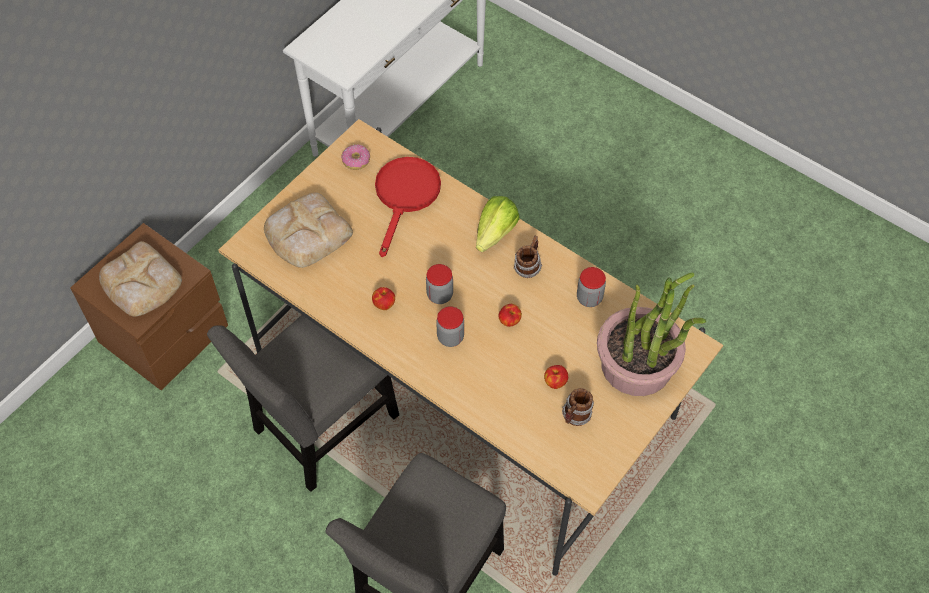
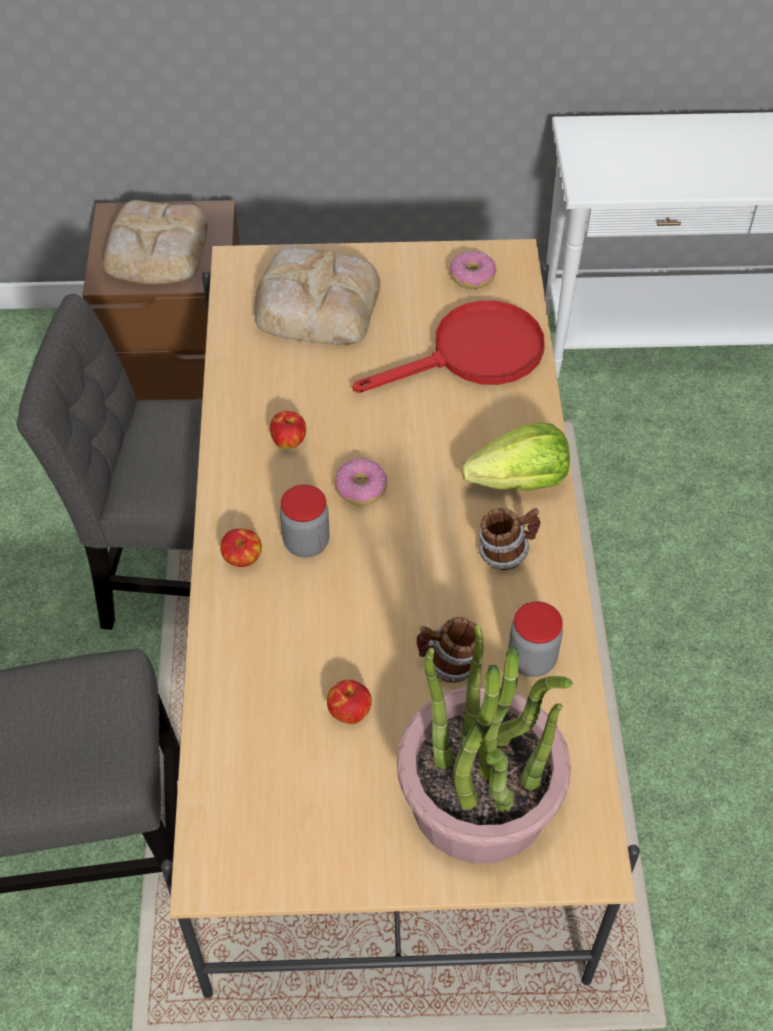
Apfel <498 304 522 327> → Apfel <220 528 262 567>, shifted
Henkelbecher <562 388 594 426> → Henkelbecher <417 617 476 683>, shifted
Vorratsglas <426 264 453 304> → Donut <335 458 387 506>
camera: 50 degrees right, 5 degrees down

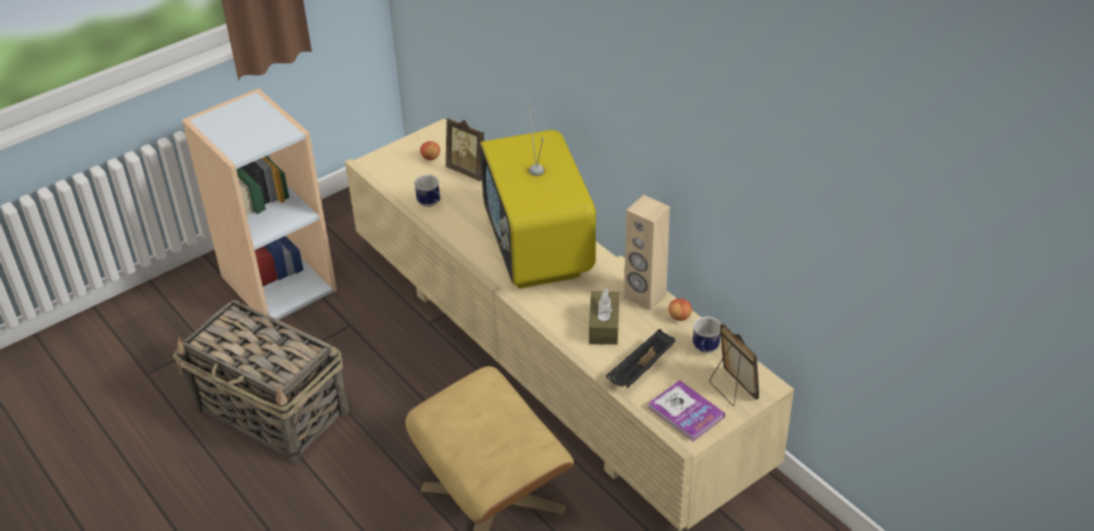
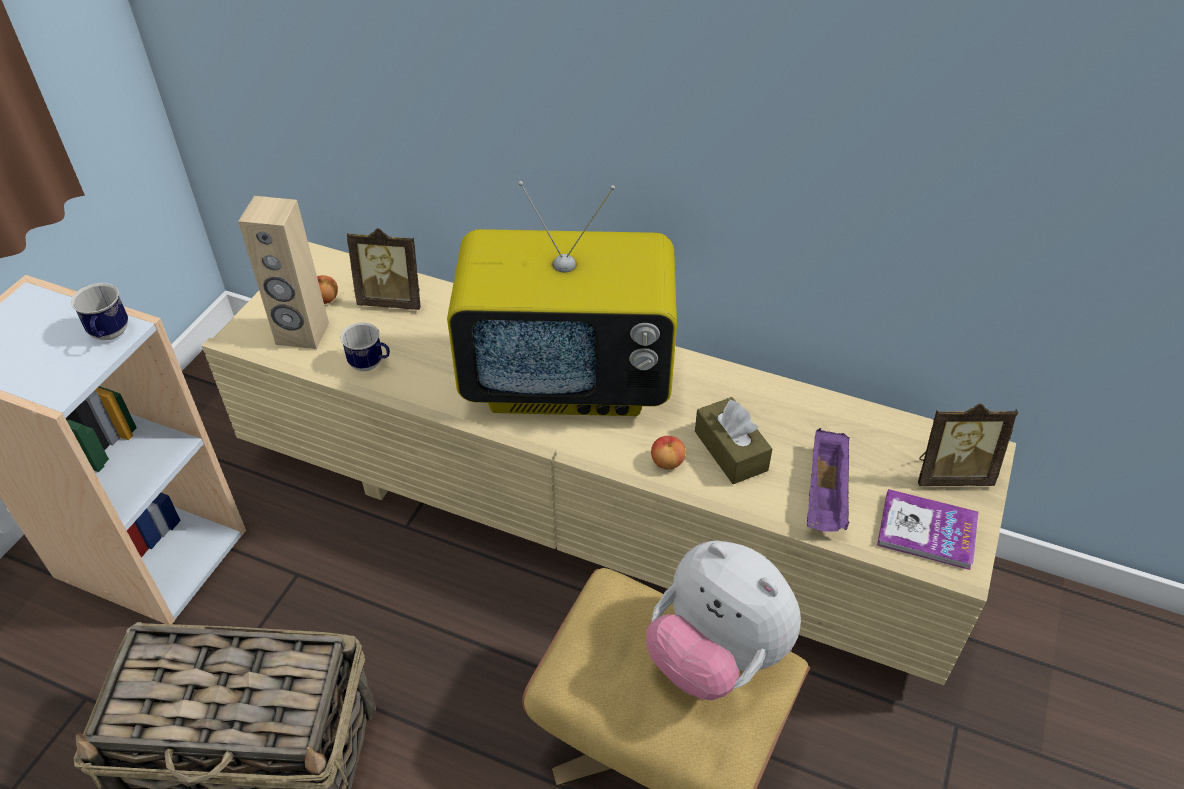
- → Plüschtier <646 541 801 700>
Lautsprecher [beige] <624 195 670 310> → Lautsprecher [beige] <238 196 329 349>, shifted
Apfel <668 298 692 321> → Apfel <651 436 686 469>, shifted
Henkelbecher <693 316 721 353> → Henkelbecher <71 283 128 340>, shifted
Tablett [schwarz] <605 329 675 388> → Tablett [lila] <807 428 850 532>
Fernseher <480 103 596 288> → Fernseher <447 181 677 416>, 45 degrees counterclockwise
Bilderrahmen <709 323 759 406> → Bilderrahmen <918 403 1018 486>, 150 degrees clockwise
camera: 30 degrees left, 5 degrees up

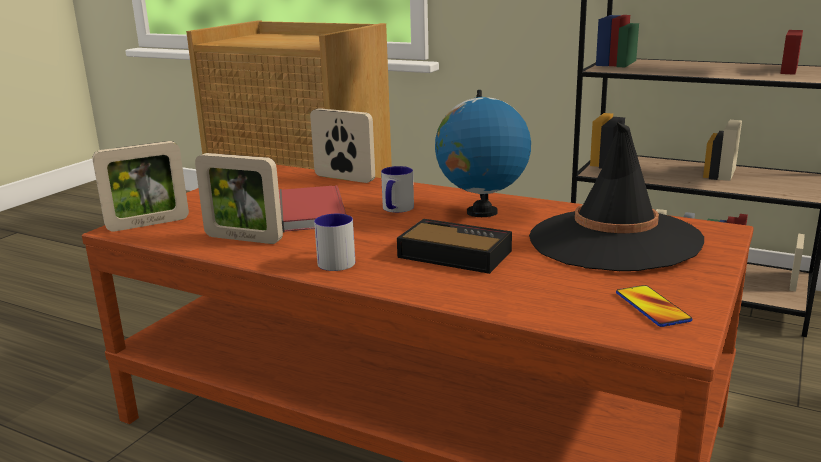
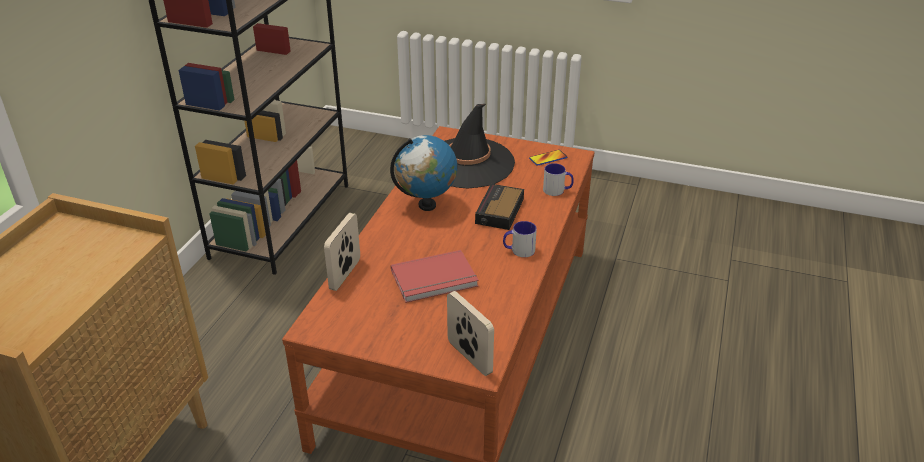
Bilderrahmen <195 153 283 244> → -
Henkelbecher <381 166 414 213> → Henkelbecher <543 163 574 196>, shifted
camera: 100 degrees left, 15 degrees up

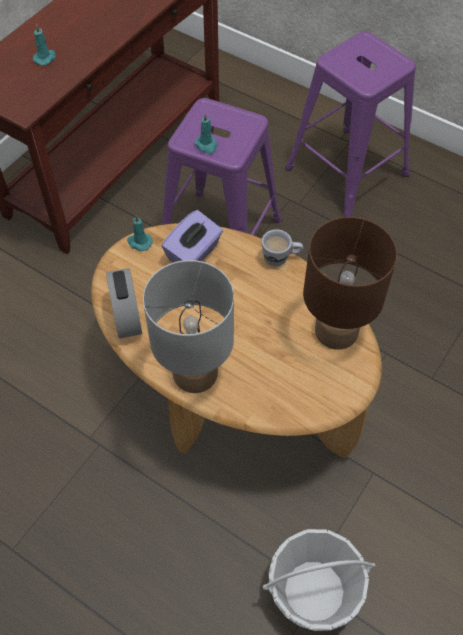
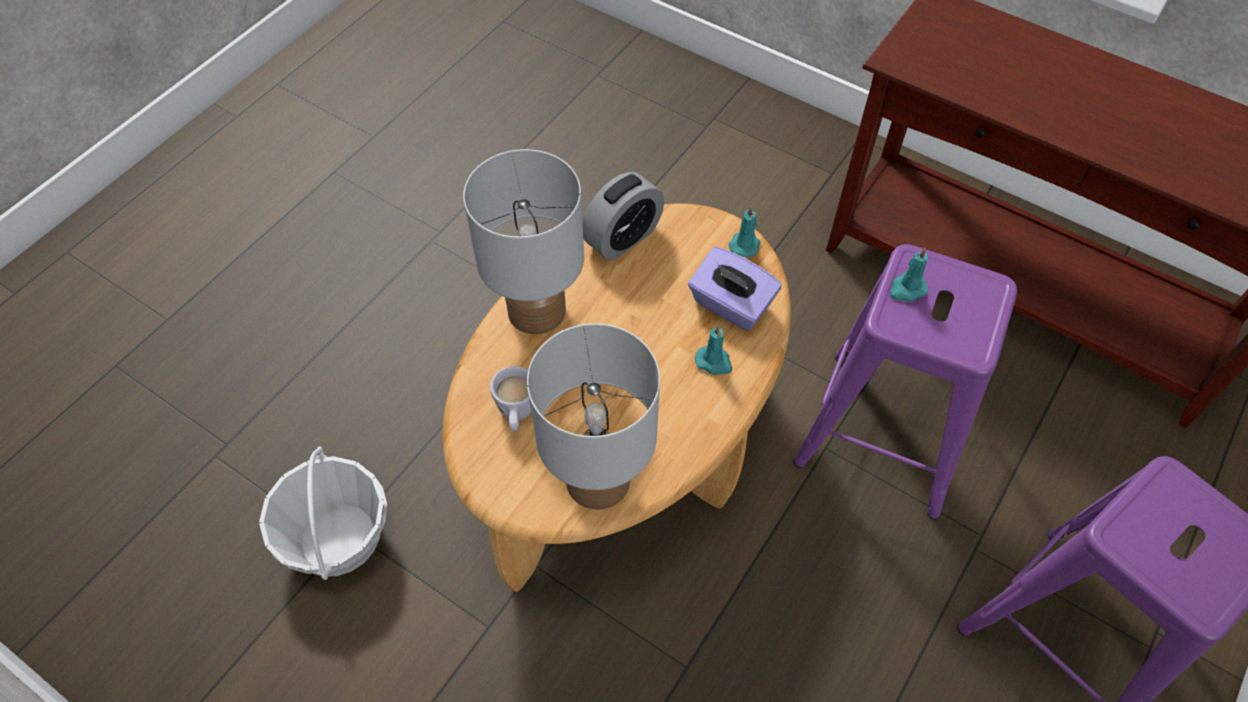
Kerze [türkis] <33 24 56 66> → Kerze [türkis] <695 325 732 375>, shifted
Henkelbecher [weiß] <262 229 303 267> → Henkelbecher [weiß] <490 366 531 431>, shifted
Tischlampe [braun] <303 217 397 350> → Tischlampe [grau] <527 323 660 509>
Wecker <106 268 142 339> → Wecker <582 172 664 261>, 150 degrees clockwise
camera: 90 degrees right, 0 degrees up

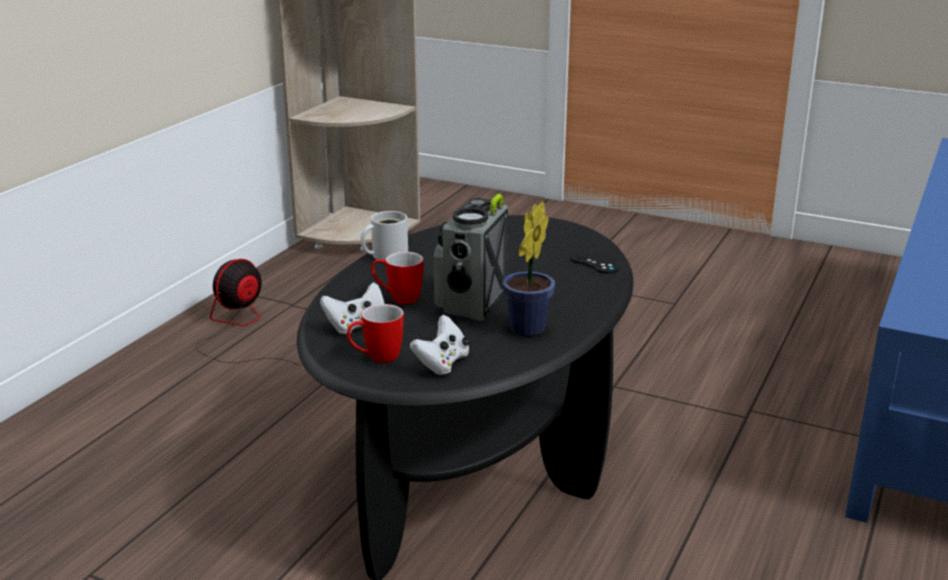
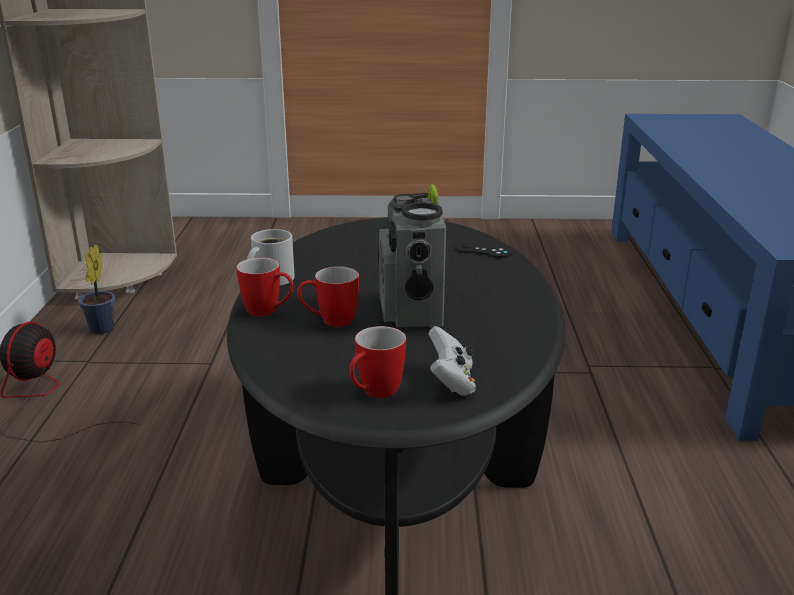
Gamepad [weiß] <320 282 385 334> → -
- → Henkelbecher <236 257 293 317>
Topfpflanze <503 202 555 336> → Topfpflanze <78 244 115 334>, shifted
camera: 25 degrees left, 0 degrees up

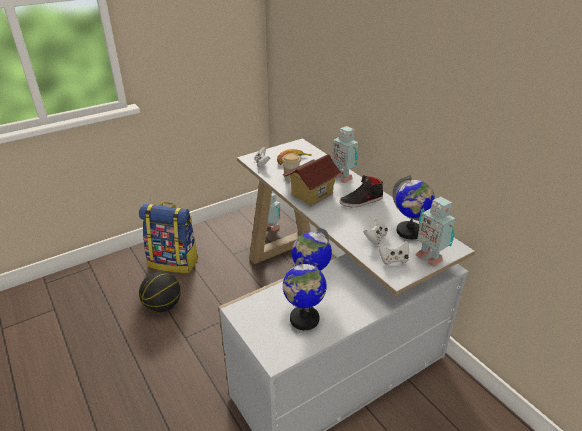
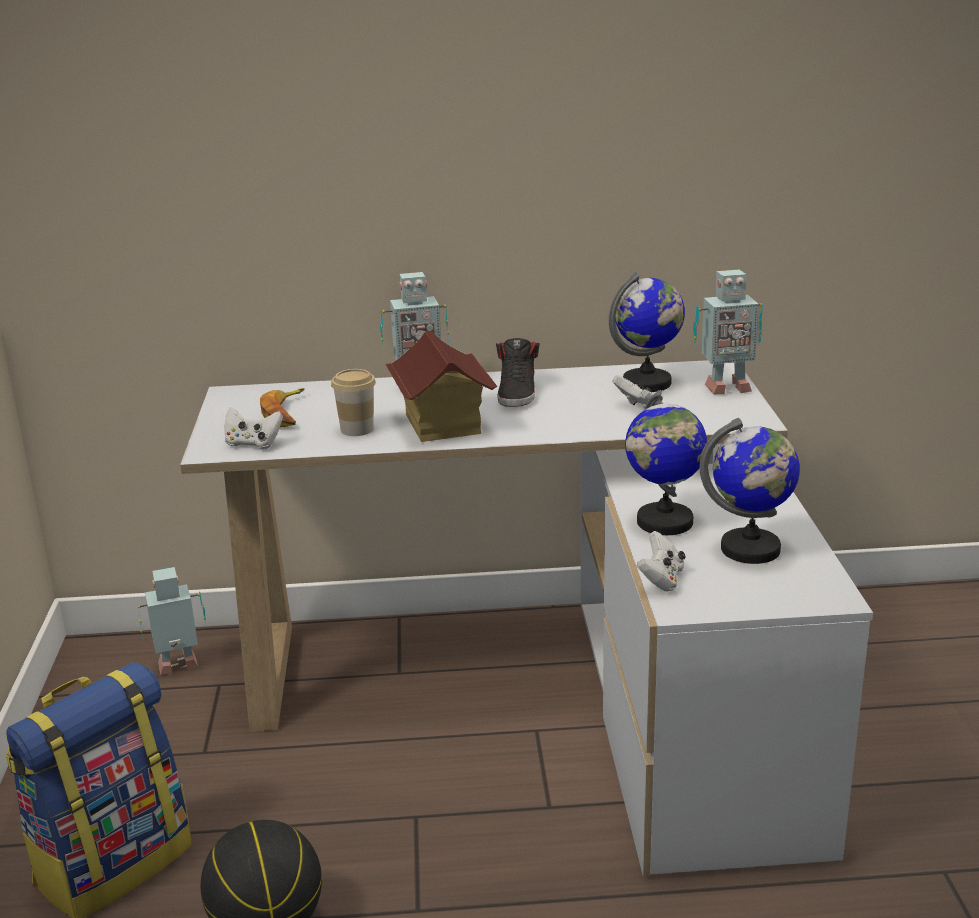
Gamepad [weiß] <378 241 409 265> → Gamepad [weiß] <637 531 686 592>, shifted
camera: 60 degrees left, 10 degrees down

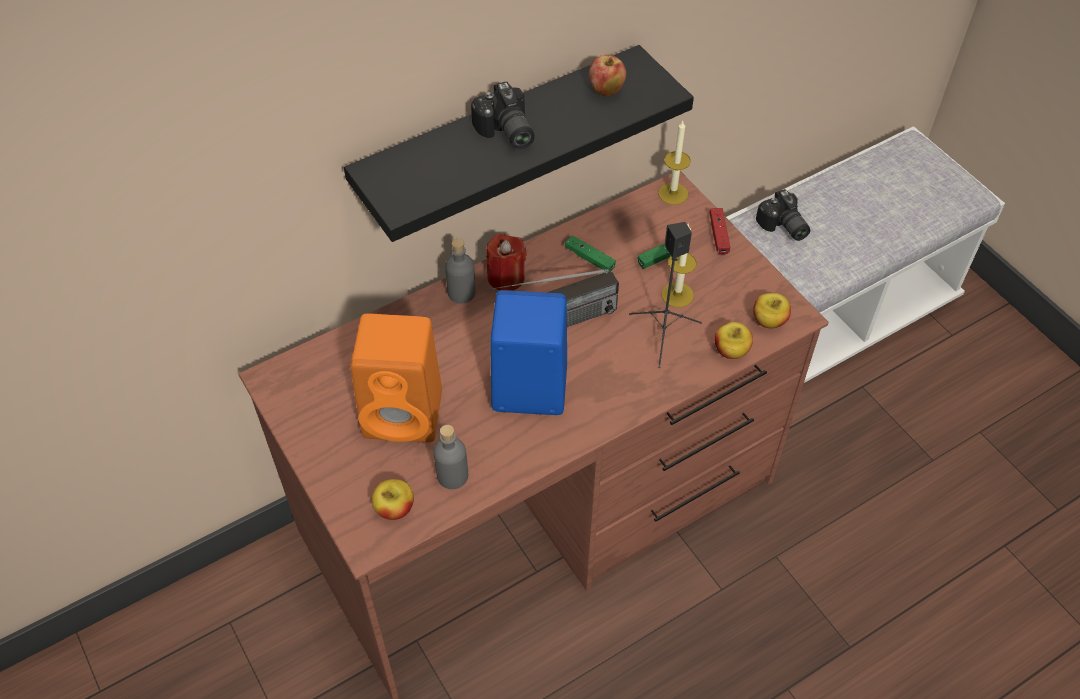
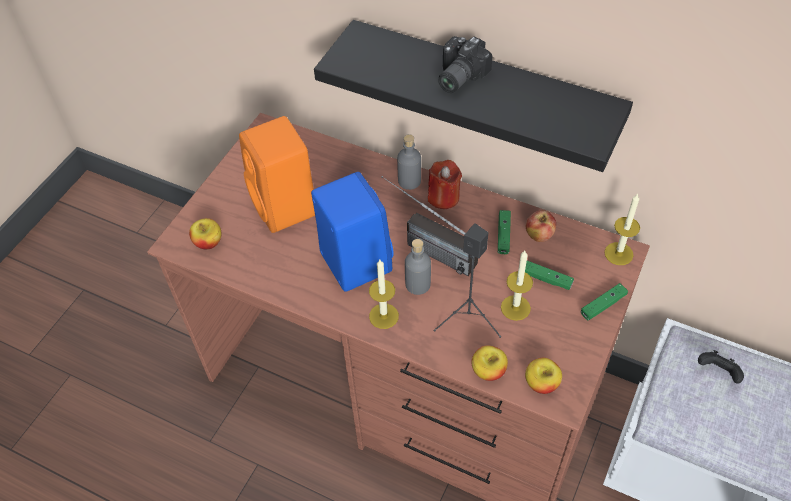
- → Kerze <369 260 399 329>
Flasche [grau] <433 425 468 489> → Flasche [grau] <405 239 431 295>, shifted
Apfel <589 55 626 96> → Apfel <526 210 556 242>, shifted
Kamera <756 189 810 241> → Gamepad [schwarz] <698 350 744 384>
Gamepad [rot] <709 208 730 255> → Gamepad [grün] <581 283 628 320>
camera: 60 degrees right, 0 degrees up

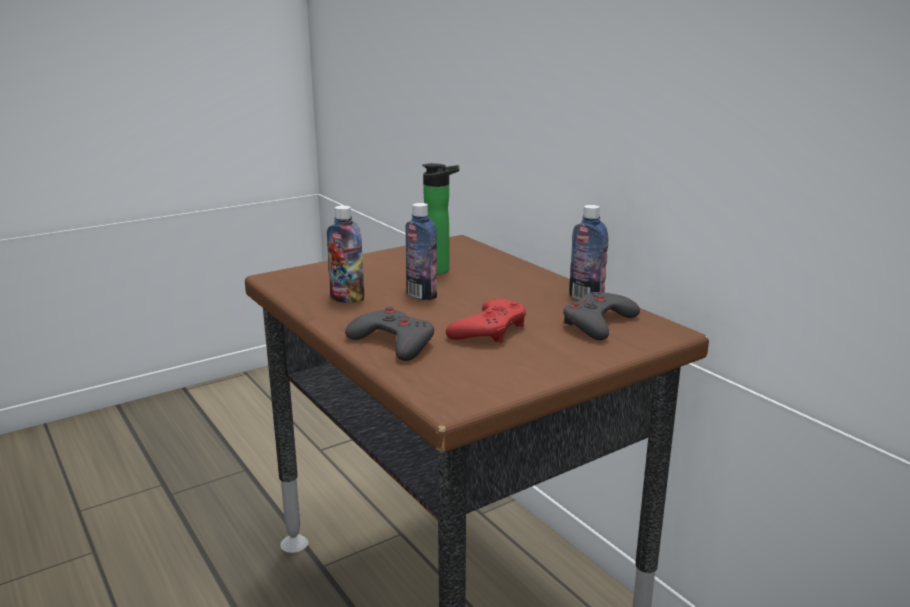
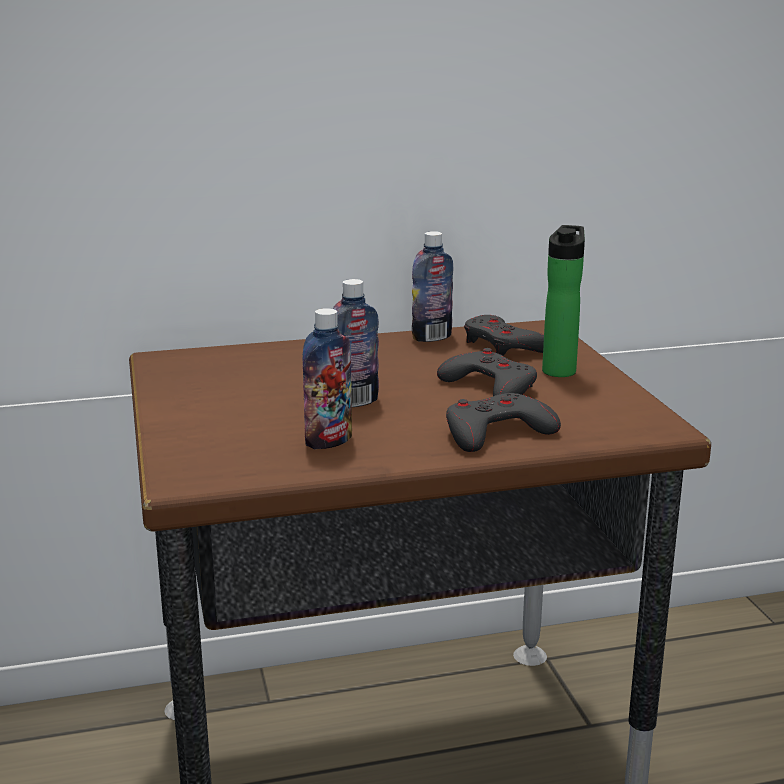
Flasche <422 163 459 274> → Flasche <542 225 585 377>, shifted
Gamepad [rot] <446 299 526 343> → Gamepad [grau] <437 348 537 396>
camera: 70 degrees left, 0 degrees up

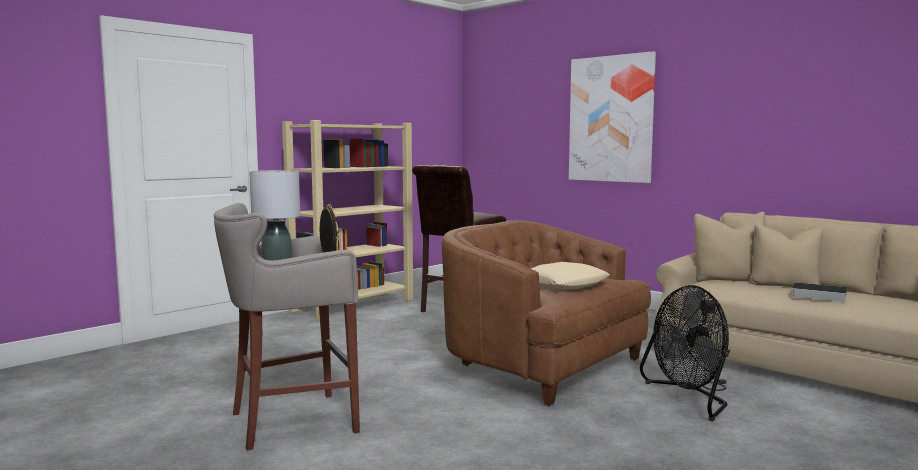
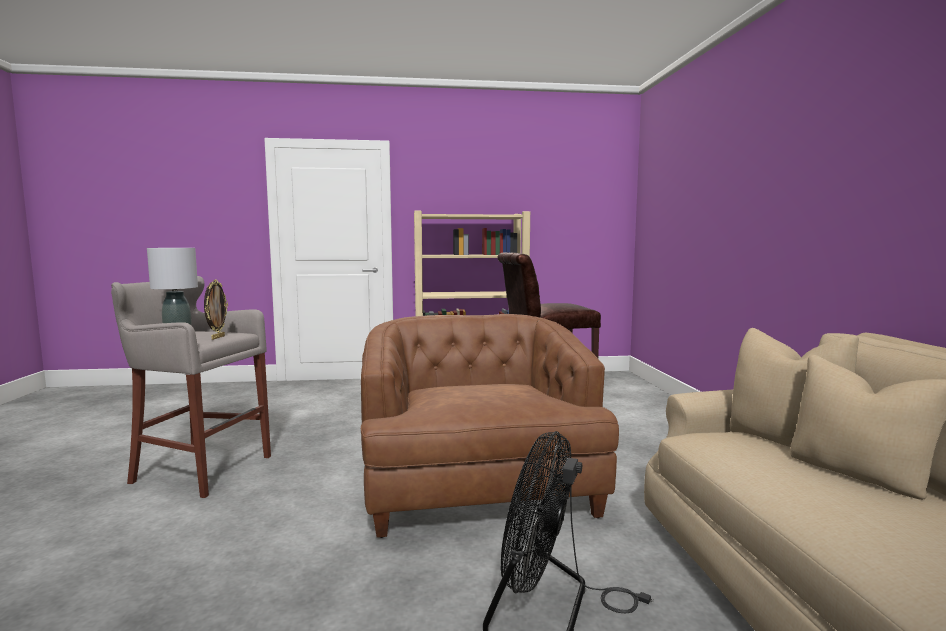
Kissen [beige] <531 262 610 290> → -
Bild <569 51 656 183> → -
Buch <792 282 847 302> → -
camera: 40 degrees right, 0 degrees up

